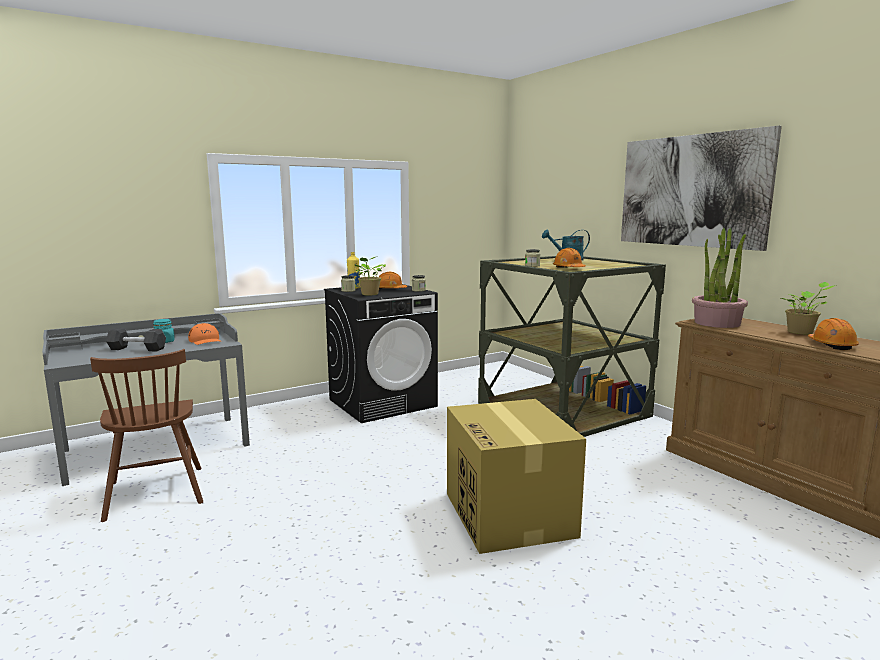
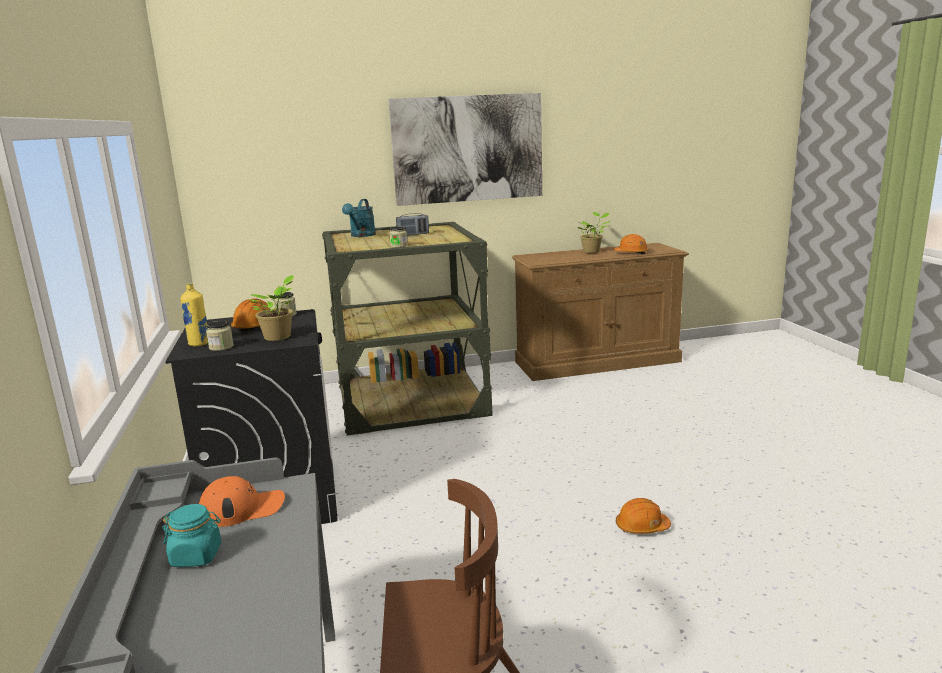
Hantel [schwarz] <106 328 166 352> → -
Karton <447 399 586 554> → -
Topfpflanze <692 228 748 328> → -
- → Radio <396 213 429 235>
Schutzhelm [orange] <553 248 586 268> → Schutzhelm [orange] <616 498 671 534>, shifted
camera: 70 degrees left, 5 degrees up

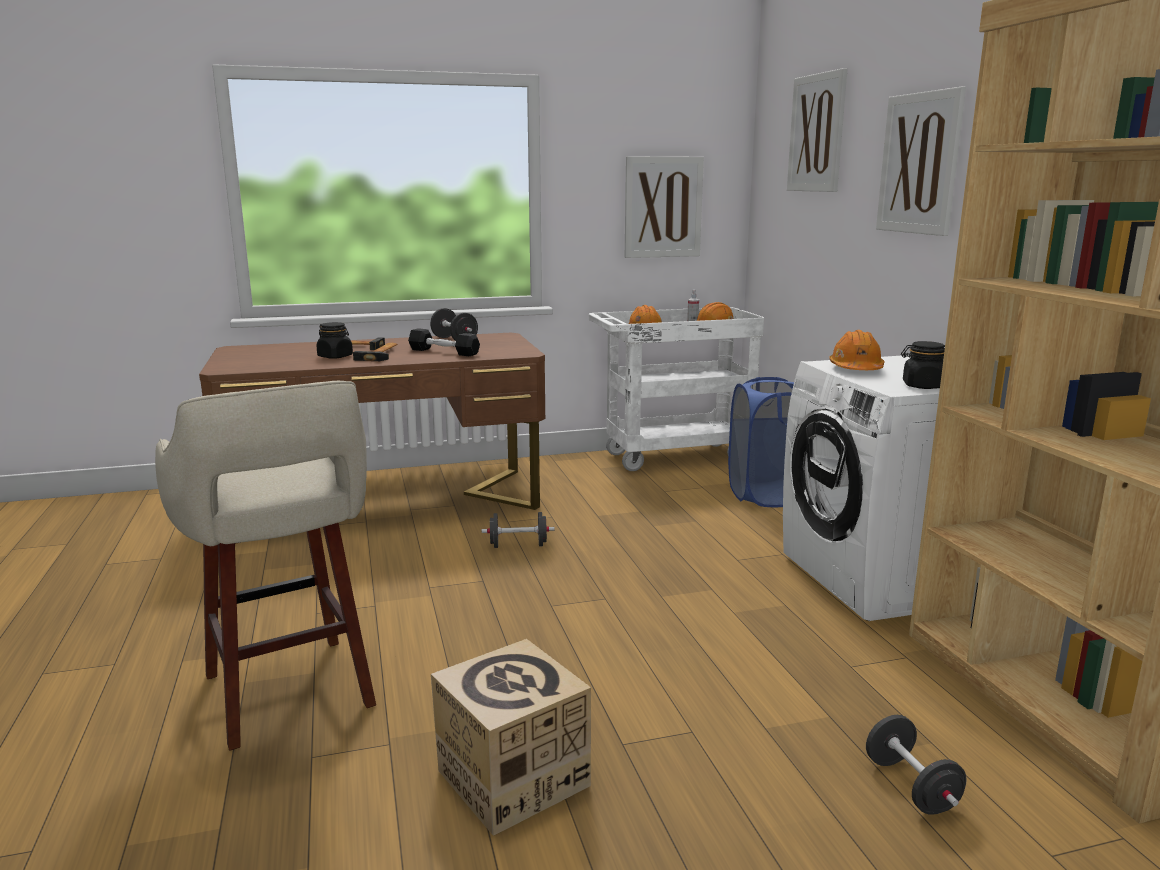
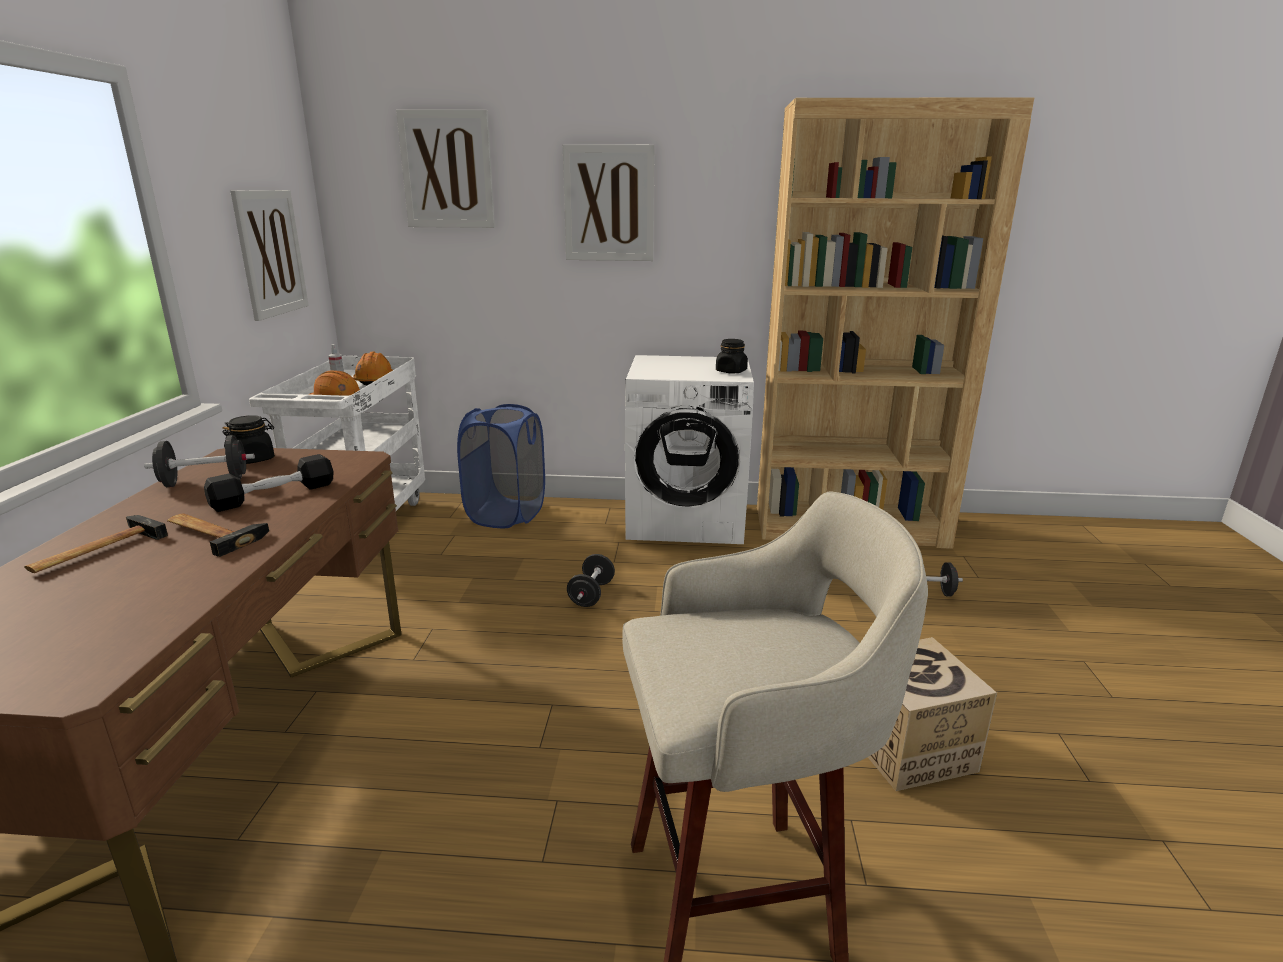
Schutzhelm [orange] <829 330 885 370> → -
Vorratsglas [schwarz] <317 322 353 359> → Vorratsglas [schwarz] <222 415 275 464>, shifted
Hantel [schwarz] <482 512 555 548> → Hantel [schwarz] <567 554 615 607>, shifted
camera: 70 degrees left, 5 degrees up

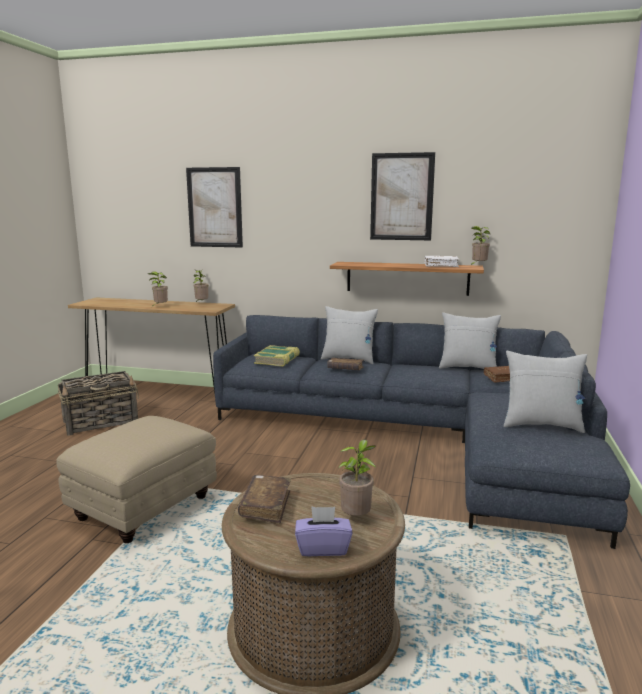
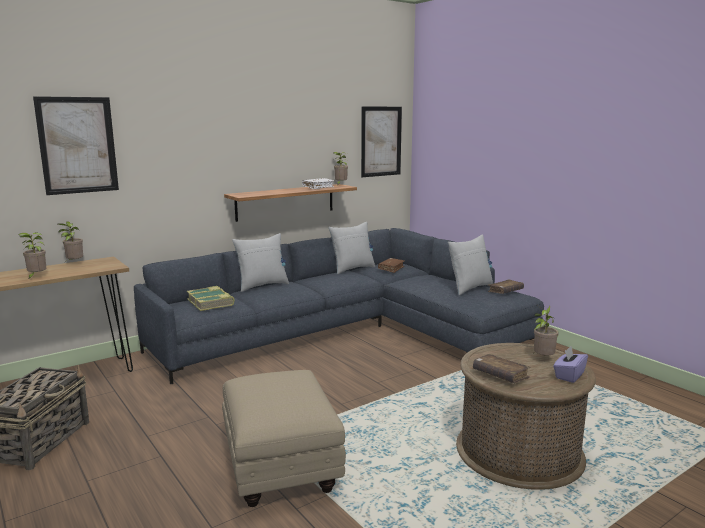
Buch [braun] <327 358 364 370> → Buch [braun] <488 279 524 294>, shifted
Bild <370 152 435 240> → Bild <361 107 402 177>, shifted
camera: 50 degrees left, 0 degrees up

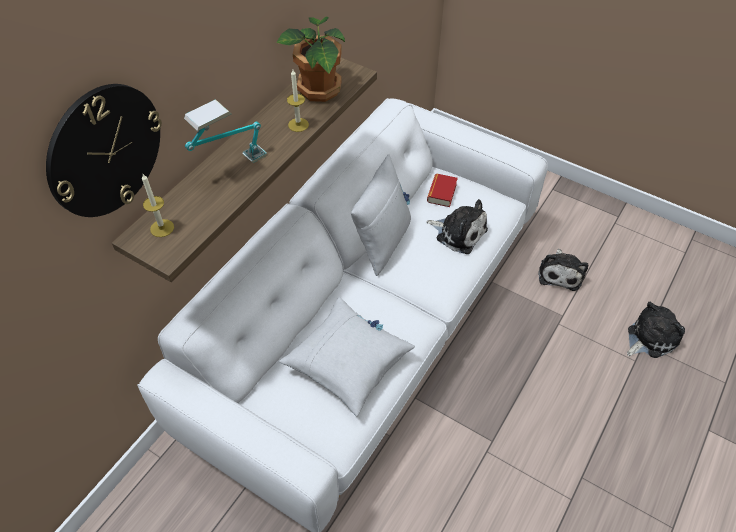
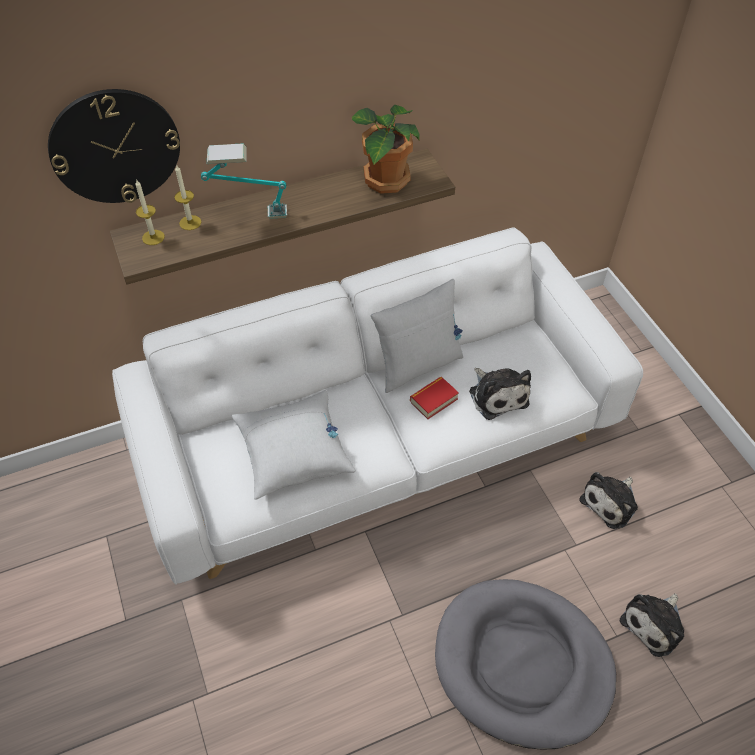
- → Hundebett [grau] <435 579 616 750>
Kerze <287 70 309 132> → Kerze <174 164 202 230>, shifted
Buch <427 174 458 207> → Buch <410 377 459 419>, shifted
Plüschtier <627 302 685 358> → Plüschtier <620 593 684 657>, 135 degrees clockwise
camera: 35 degrees right, 0 degrees up

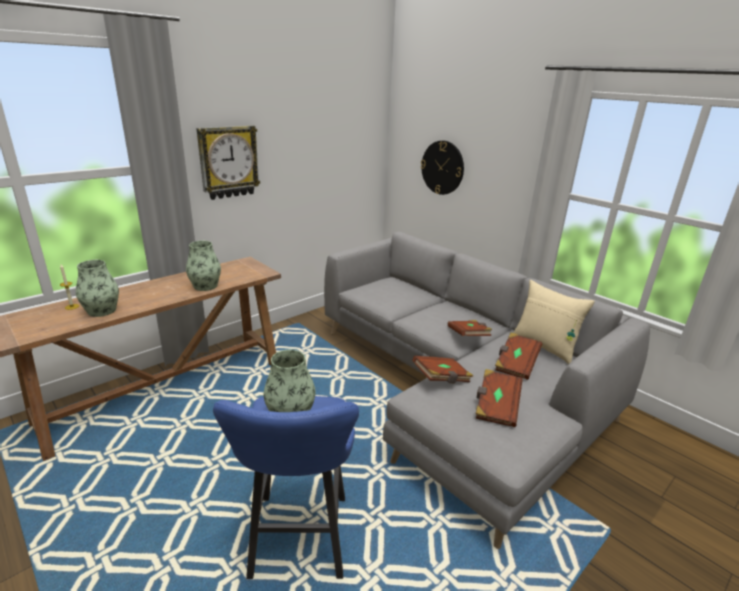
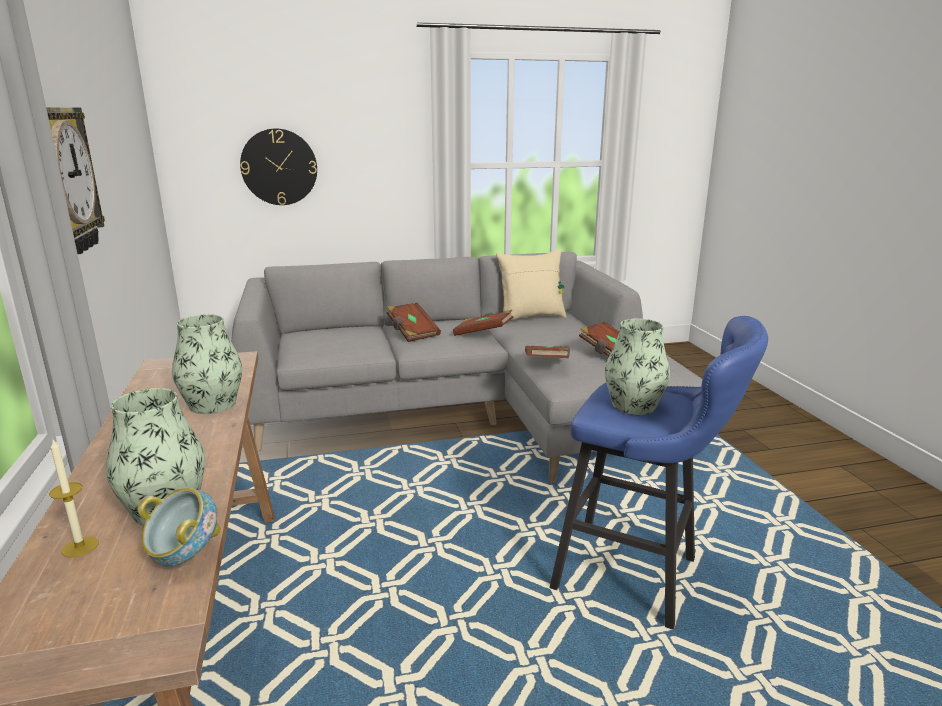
- → Schüssel <138 488 221 566>
Buch [braun] <495 332 542 380> → Buch [braun] <387 303 441 342>, shifted
camera: 60 degrees left, 5 degrees down

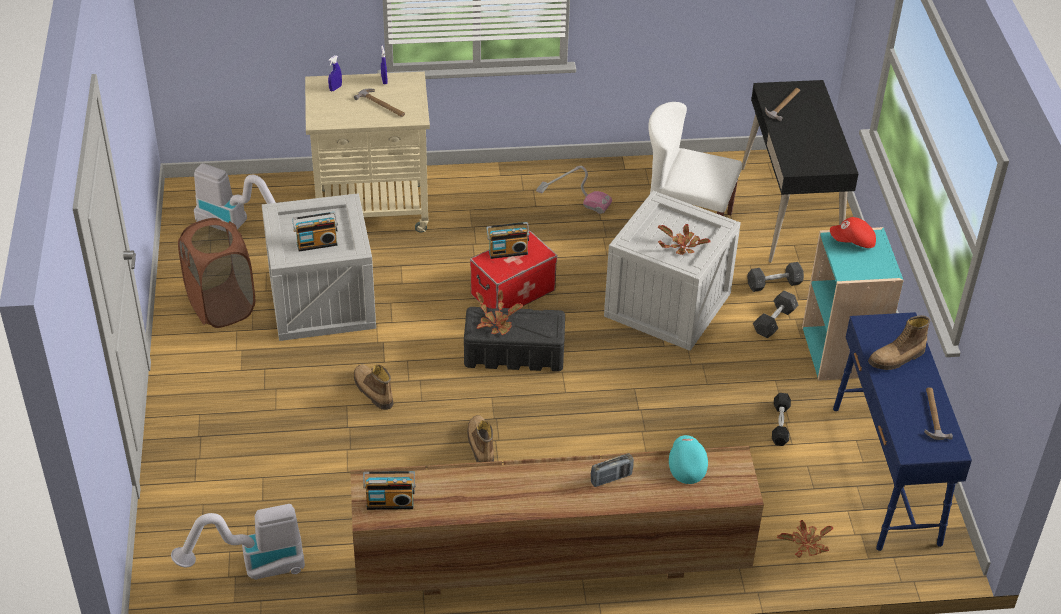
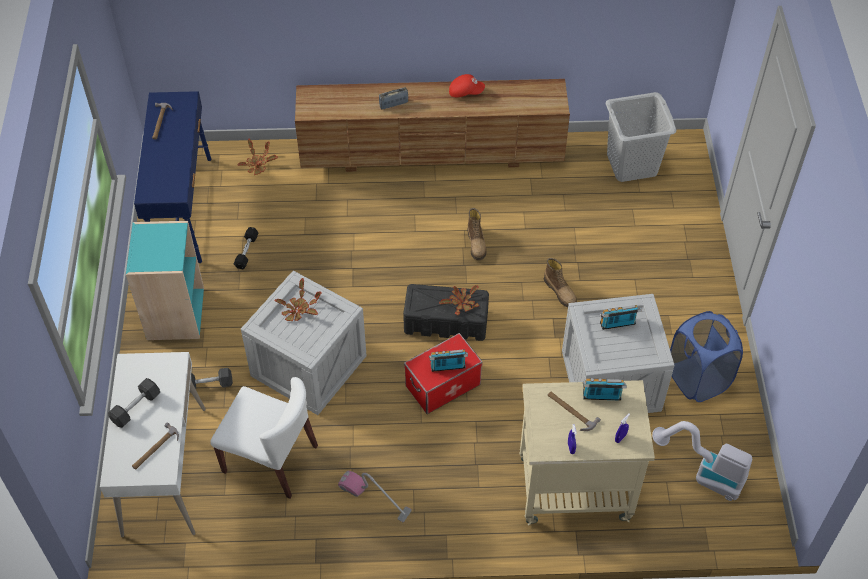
Kappe [türkis] <669 435 708 484> → -
Stiefel <868 315 930 370> → -
Radio <363 471 416 510> → Radio <583 378 627 401>, shifted
Hantel [grau] <753 290 798 338> → Hantel [grau] <108 378 160 428>, shifted
Kappe [rot] <830 217 876 248> → Kappe [rot] <449 74 485 97>, shifted
Staubsauger <171 504 305 580> → Wäschekorb [grau] <606 92 677 182>
Wäschekorb [braun] <178 218 255 328> → Wäschekorb [blau] <670 311 743 402>
Schreibtisch [schwarz] <742 80 859 263> → Schreibtisch [weiß] <100 352 206 537>
camera: 175 degrees left, 10 degrees up

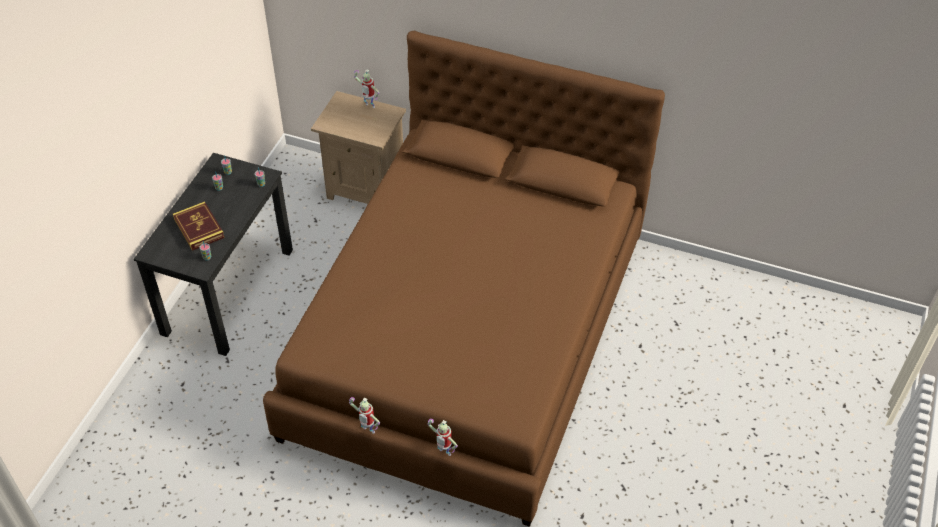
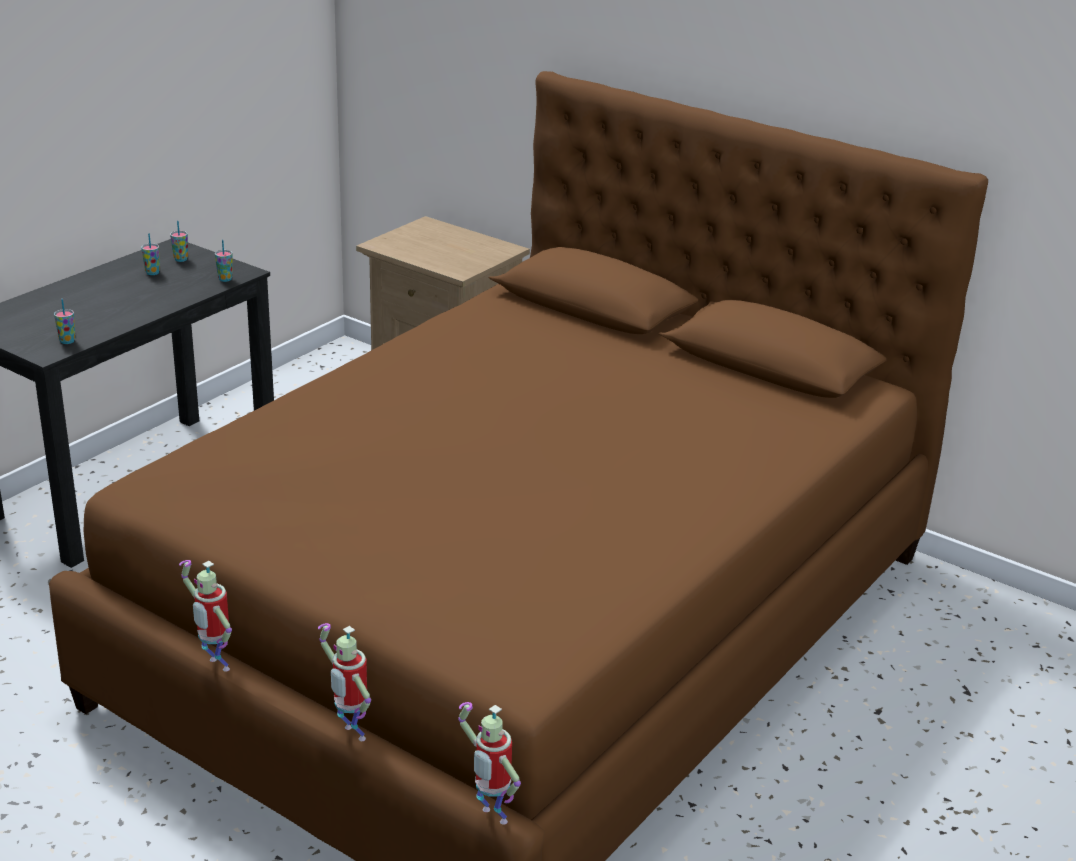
Buch <173 201 225 251> → -
Spielzeugroboter <354 69 379 108> → Spielzeugroboter <458 702 521 825>, shifted
camera: 15 degrees right, 20 degrees down

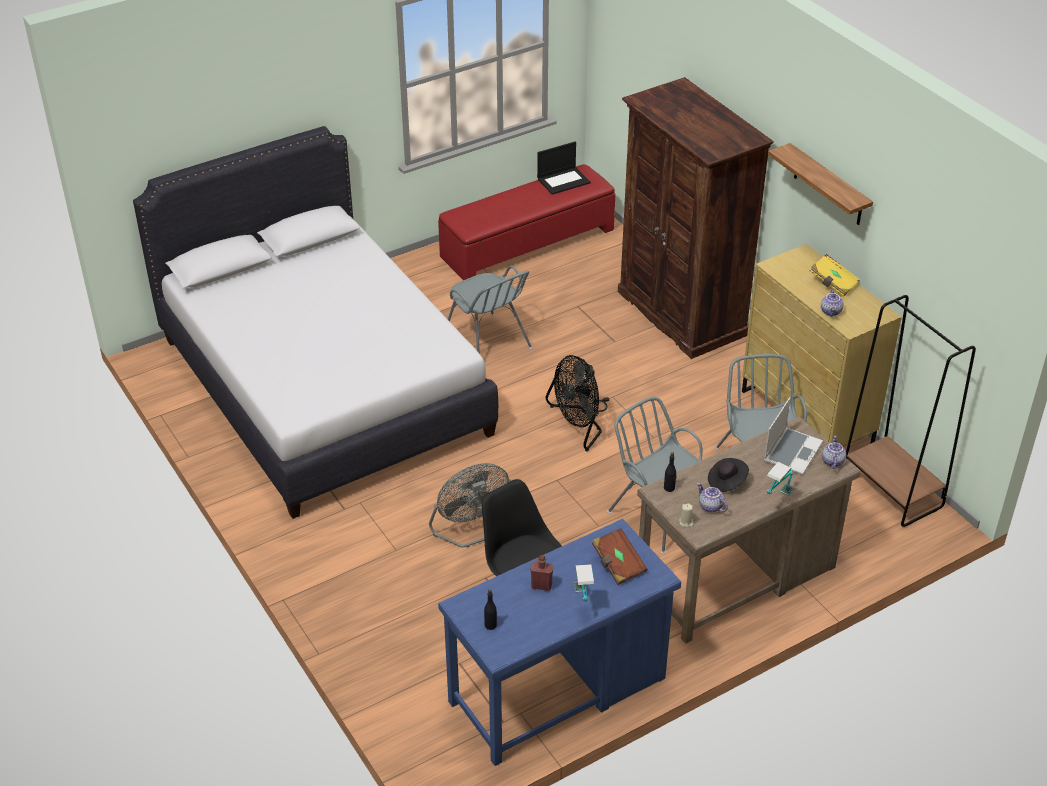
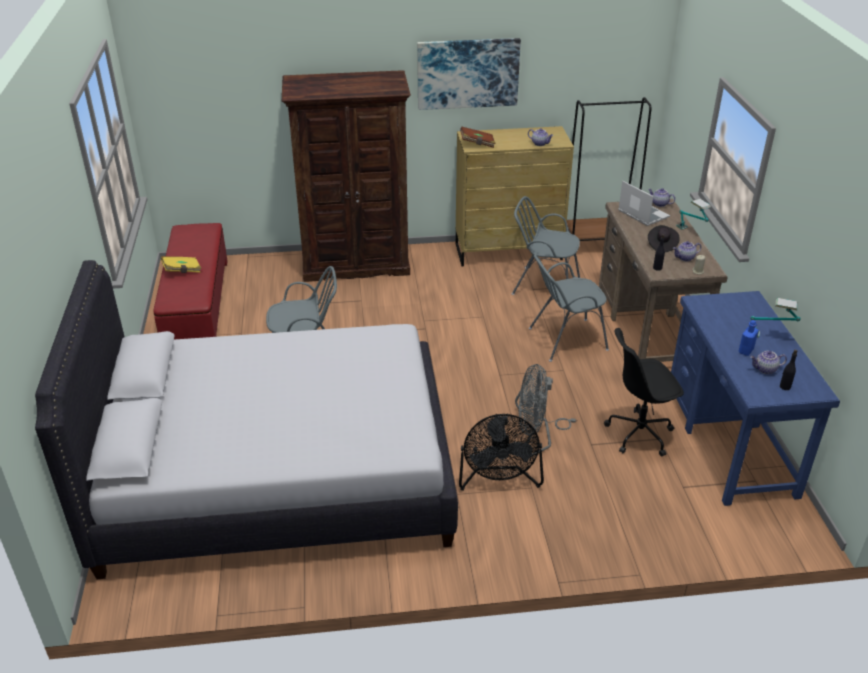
Laptop <537 141 590 195> → -
- → Teekanne <750 351 787 374>
Ventilator [schwarz] <546 355 610 452> → Ventilator [schwarz] <459 413 544 491>, shifted
Buch [braun] <592 528 647 585> → Buch [braun] <460 126 496 148>, shifted
Buch [gelb] <810 254 860 297> → Buch [gelb] <161 256 201 273>, shifted
Wandregal <768 143 873 225> → Bild <417 38 521 110>
Flasche [rot] <530 555 554 591> → Flasche [blau] <738 320 759 356>
camera: 65 degrees left, 5 degrees down

